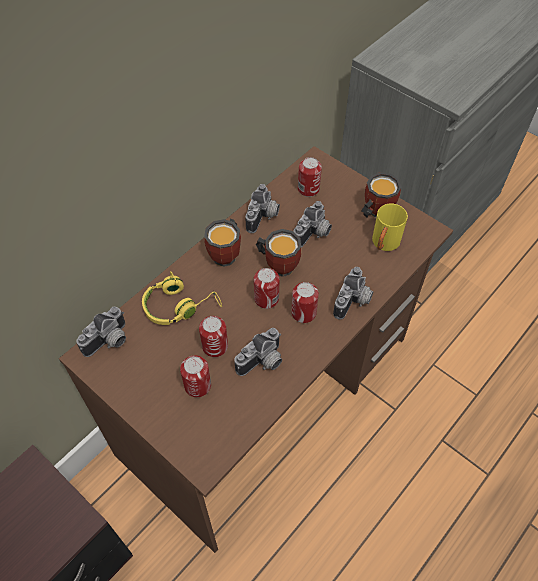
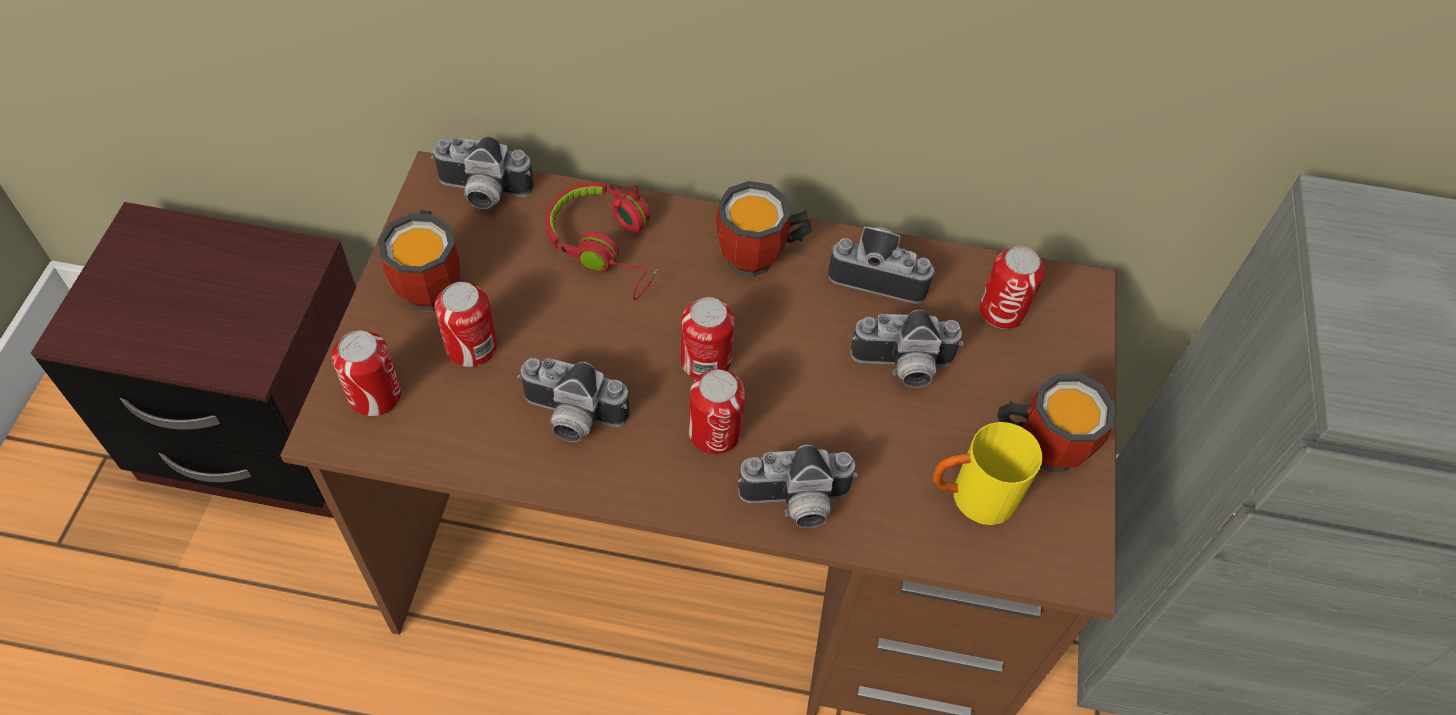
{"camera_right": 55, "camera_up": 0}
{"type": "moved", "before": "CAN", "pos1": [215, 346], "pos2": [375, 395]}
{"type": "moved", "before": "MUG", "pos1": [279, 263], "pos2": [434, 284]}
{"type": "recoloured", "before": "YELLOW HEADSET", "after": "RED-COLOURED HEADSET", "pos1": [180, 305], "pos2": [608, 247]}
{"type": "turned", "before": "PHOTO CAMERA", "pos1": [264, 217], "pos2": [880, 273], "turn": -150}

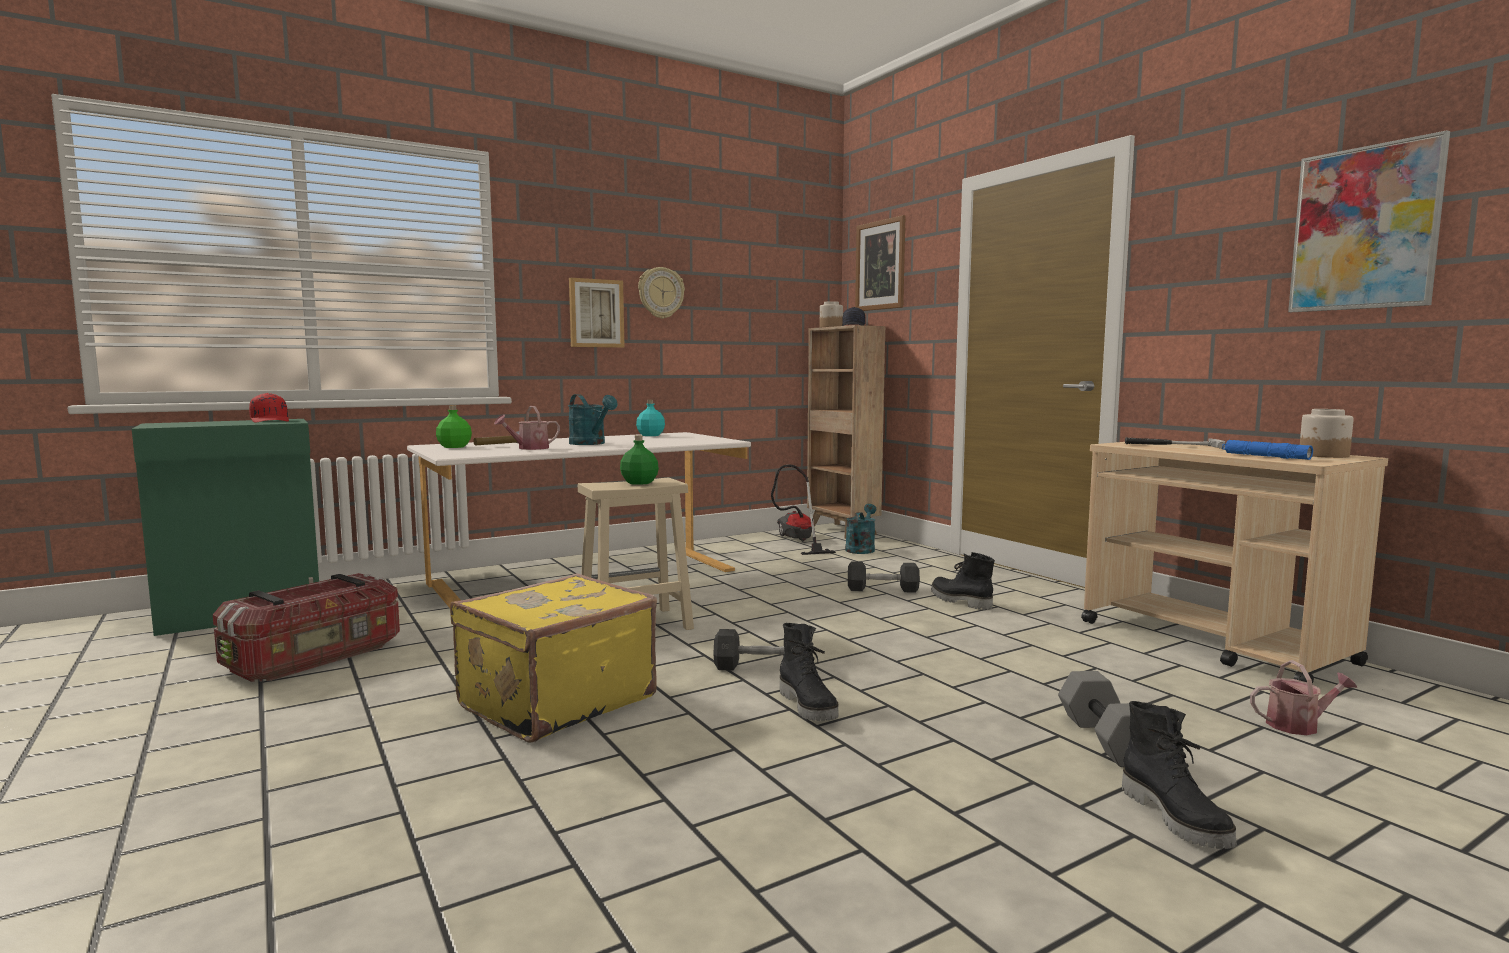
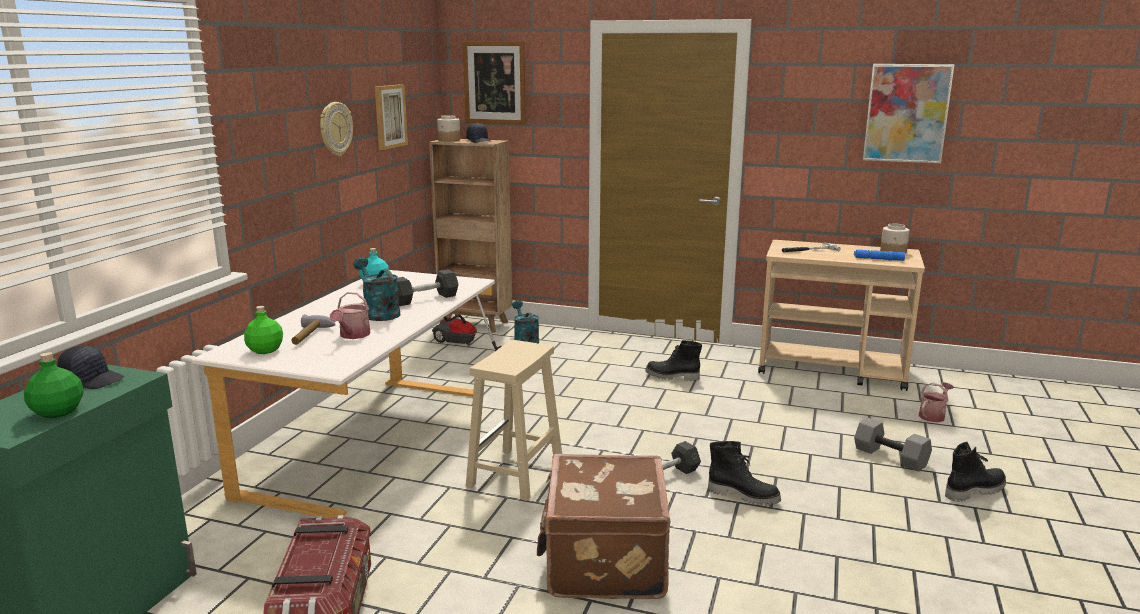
{"camera_right": -40, "camera_up": 10}
{"type": "moved", "before": "GREEN DRINK BOTTLE", "pos1": [639, 483], "pos2": [57, 412]}
{"type": "recoloured", "before": "RED-COLOURED BASEBALL CAP", "after": "BLACKISH BASEBALL CAP", "pos1": [271, 421], "pos2": [93, 379]}
{"type": "turned", "before": "TURQUOISE-COLOURED WATERING POT", "pos1": [591, 444], "pos2": [378, 313], "turn": -135}
{"type": "moved", "before": "WALL PICTURE", "pos1": [596, 313], "pos2": [389, 116]}
{"type": "moved", "before": "GREYISH HAND WEIGHT", "pos1": [882, 589], "pos2": [425, 299]}
{"type": "recoloured", "before": "YELLOW SUITCASE", "after": "BROWNISH SUITCASE", "pos1": [554, 701], "pos2": [603, 562]}
{"type": "turned", "before": "BLACKISH TALL BOOT", "pos1": [1177, 818], "pos2": [973, 490], "turn": -60}

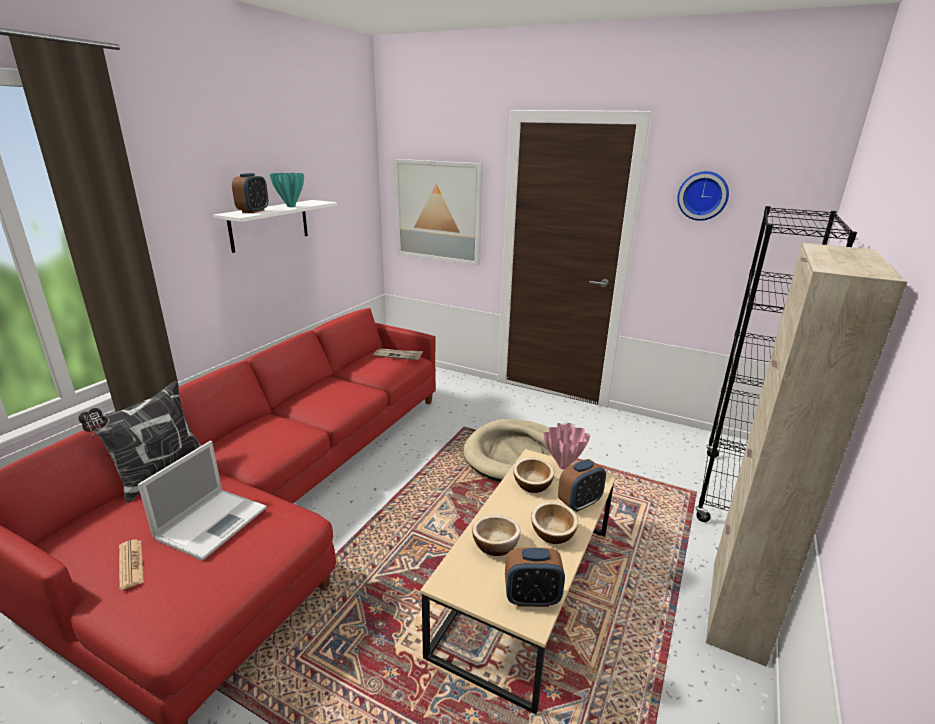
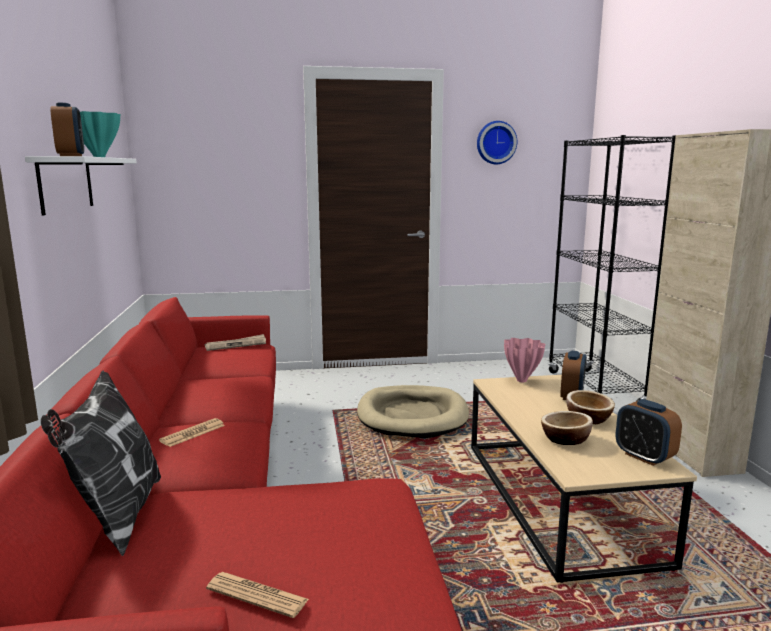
{"camera_right": -35, "camera_up": -10}
{"type": "added", "after": "NEWSPAPER", "pos2": [193, 433]}
{"type": "turned", "before": "BEDSIDE CLOCK", "pos1": [532, 598], "pos2": [644, 457], "turn": 90}
{"type": "removed", "before": "LAPTOP", "pos1": [213, 522]}
{"type": "removed", "before": "WALL PICTURE", "pos1": [438, 211]}
{"type": "removed", "before": "SERVING BOWL", "pos1": [532, 485]}

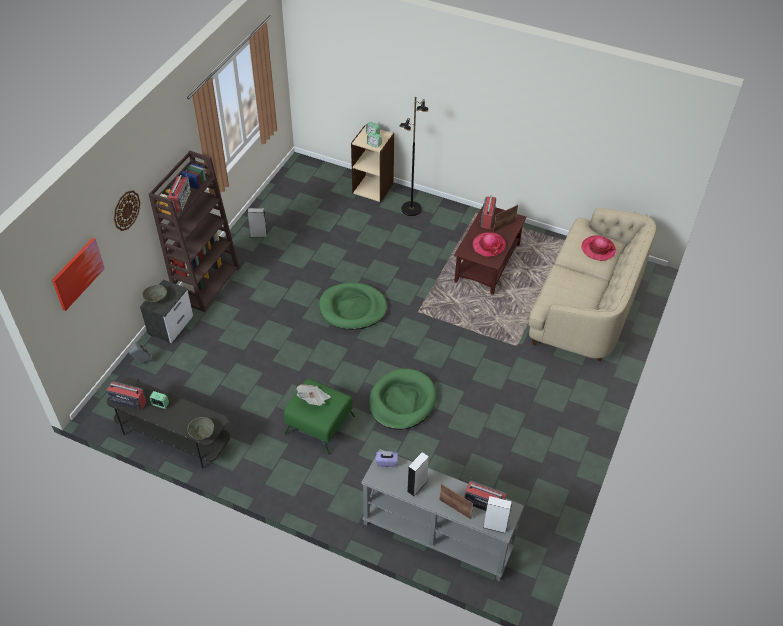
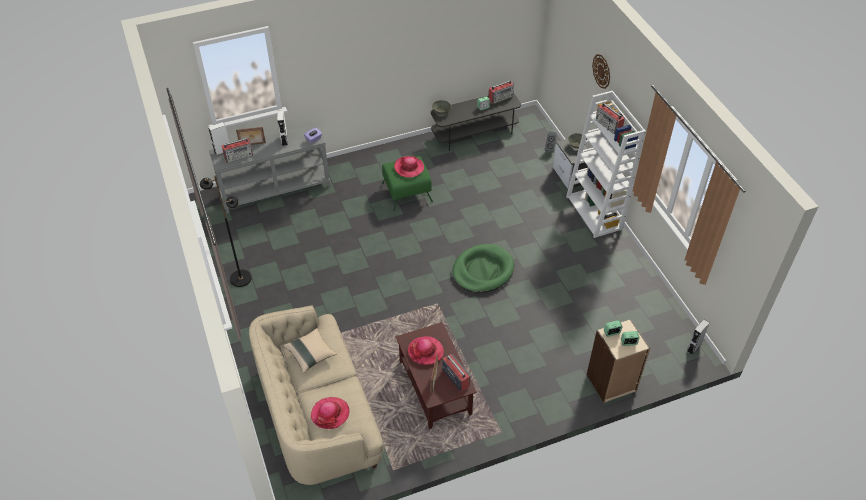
{"camera_right": 135, "camera_up": 0}
{"type": "moved", "before": "BLACKISH STANDARD LAMP", "pos1": [411, 209], "pos2": [240, 278]}
{"type": "added", "after": "BEIGE CUSHION", "pos2": [311, 355]}
{"type": "replaced", "before": "NEWSPAPER", "after": "CLOTHING HAT", "pos1": [313, 400], "pos2": [409, 168]}
{"type": "recoloured", "before": "BROWNISH BOOKCASE", "after": "WHITISH BOOKCASE", "pos1": [207, 283], "pos2": [594, 213]}
{"type": "moved", "before": "GREYISH AUDIO SPEAKER", "pos1": [258, 235], "pos2": [694, 347]}
{"type": "removed", "before": "WALL PICTURE", "pos1": [77, 273]}
{"type": "removed", "before": "GREEN PET BED", "pos1": [402, 401]}

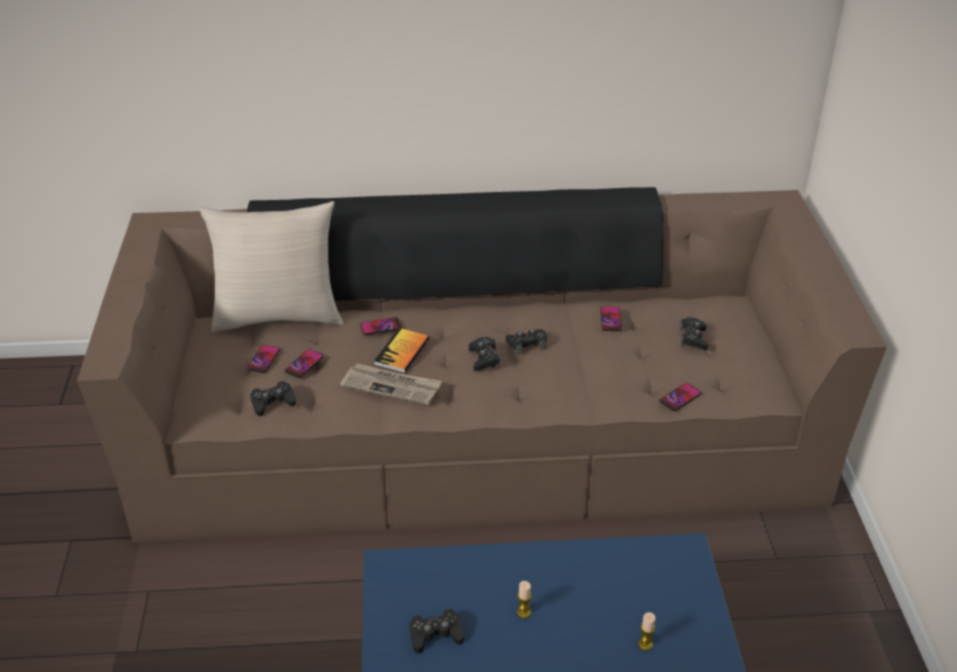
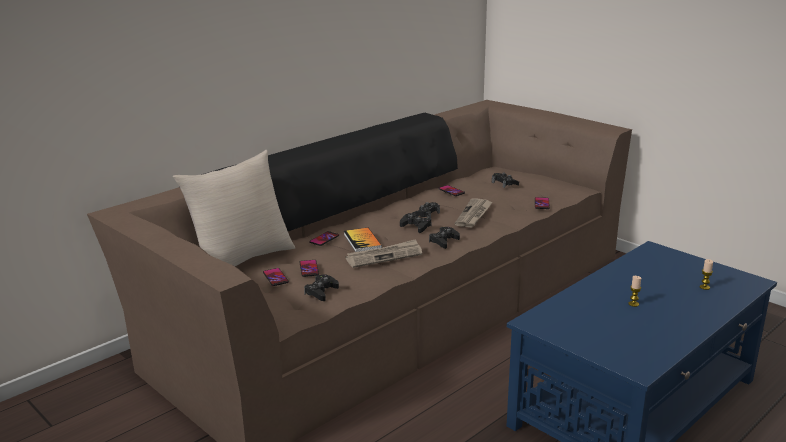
{"camera_right": -40, "camera_up": -15}
{"type": "moved", "before": "BLACKISH GAMEPAD", "pos1": [435, 635], "pos2": [444, 241]}
{"type": "added", "after": "NEWSPAPER", "pos2": [474, 215]}

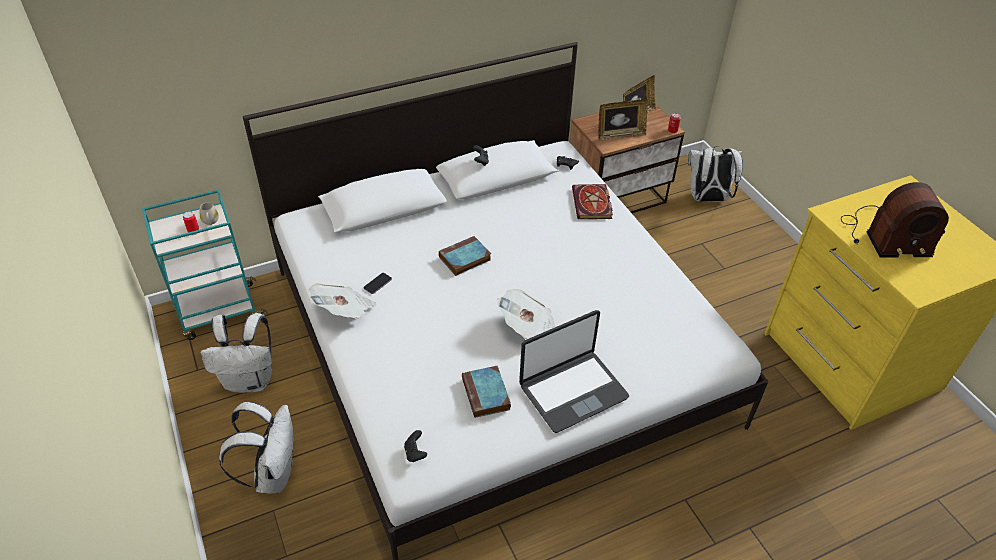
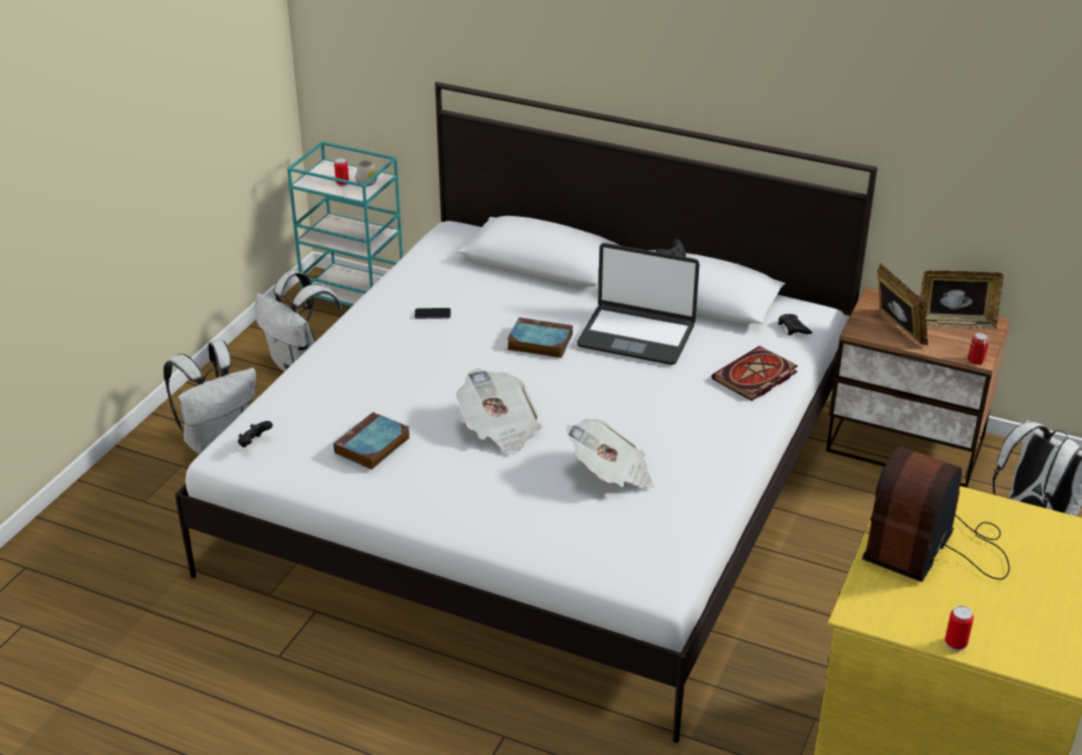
{"camera_right": 50, "camera_up": -10}
{"type": "moved", "before": "NEWSPAPER", "pos1": [344, 311], "pos2": [611, 474]}
{"type": "moved", "before": "LAPTOP", "pos1": [572, 391], "pos2": [636, 335]}
{"type": "turned", "before": "RADIO RECEIVER", "pos1": [883, 236], "pos2": [934, 547], "turn": 75}
{"type": "turned", "before": "PHOTO FRAME", "pos1": [620, 135], "pos2": [896, 330], "turn": -150}
{"type": "added", "after": "CAN", "pos2": [955, 643]}

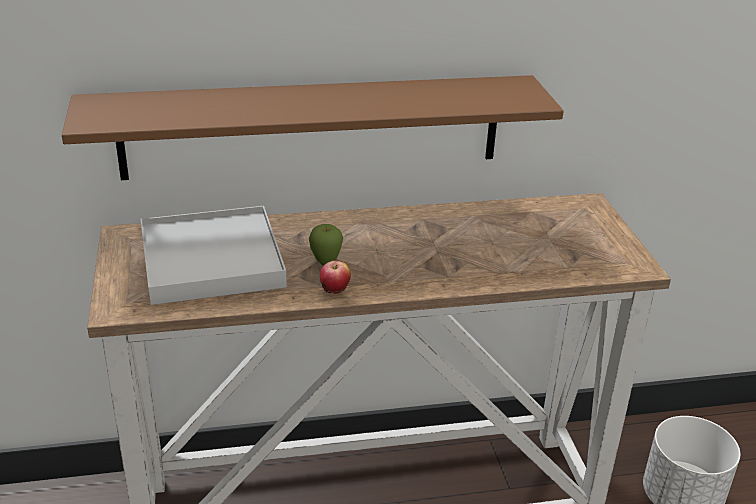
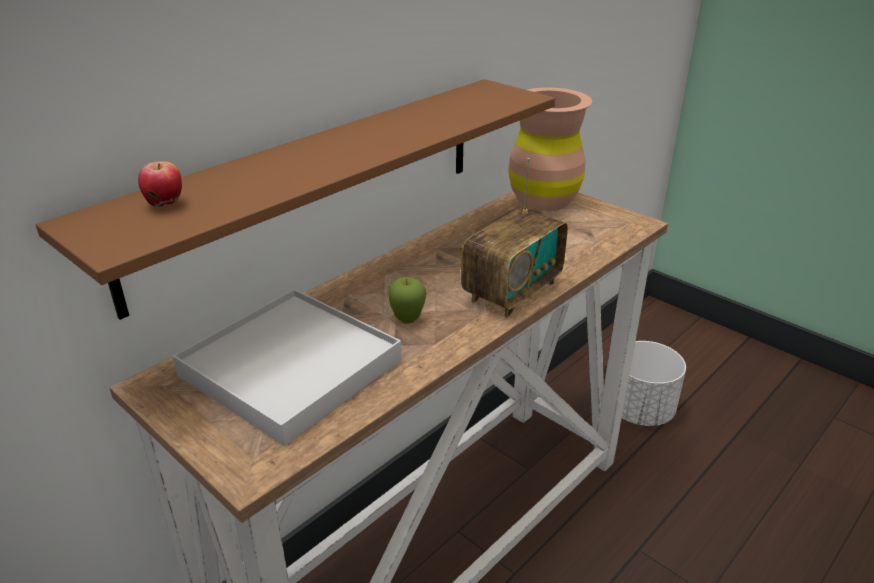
{"camera_right": -35, "camera_up": 0}
{"type": "moved", "before": "APPLE FRUIT", "pos1": [335, 292], "pos2": [166, 205]}
{"type": "added", "after": "RADIO RECEIVER", "pos2": [512, 291]}
{"type": "added", "after": "BROWNISH DECORATIVE VASE", "pos2": [544, 199]}

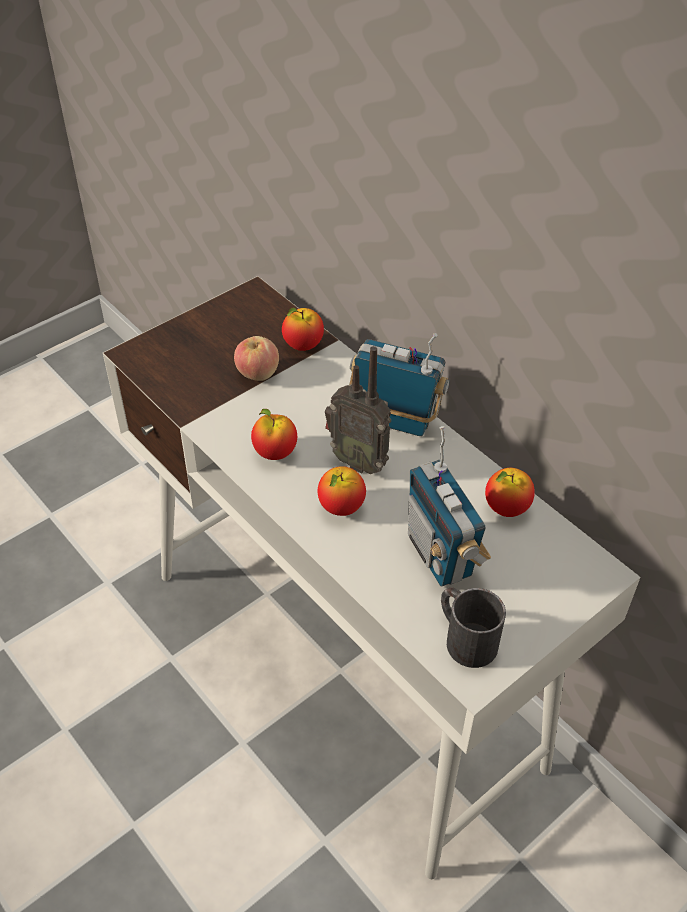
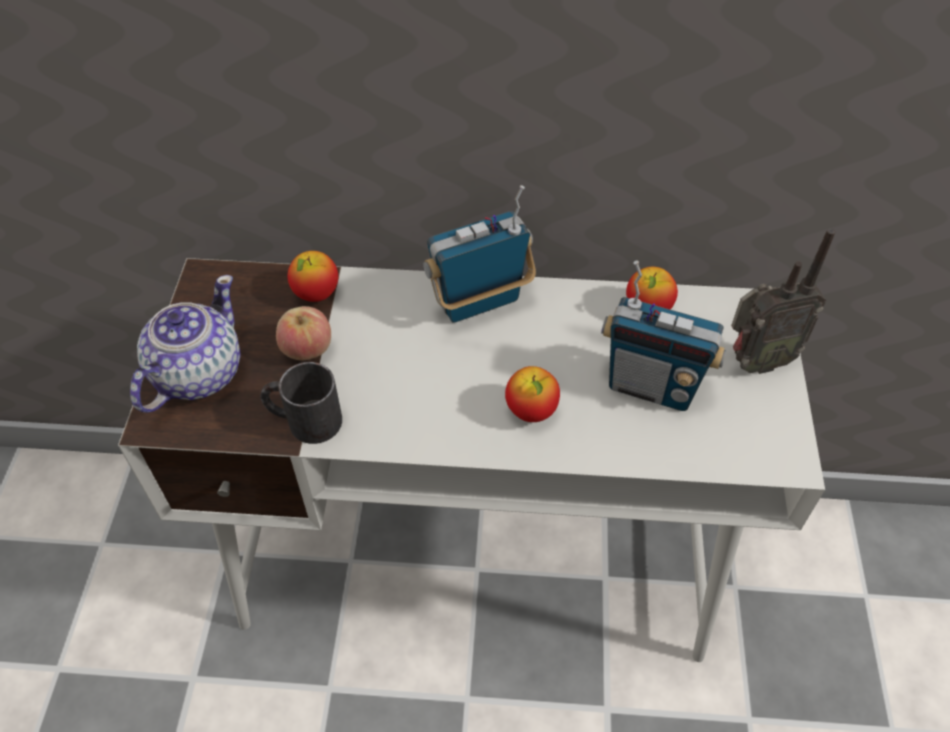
{"camera_right": -45, "camera_up": 5}
{"type": "added", "after": "TEA POT", "pos2": [196, 374]}
{"type": "moved", "before": "BLACKISH MUG", "pos1": [464, 637], "pos2": [304, 420]}
{"type": "moved", "before": "RADIO RECEIVER", "pos1": [359, 460], "pos2": [755, 361]}
{"type": "removed", "before": "APPLE FRUIT", "pos1": [275, 452]}

